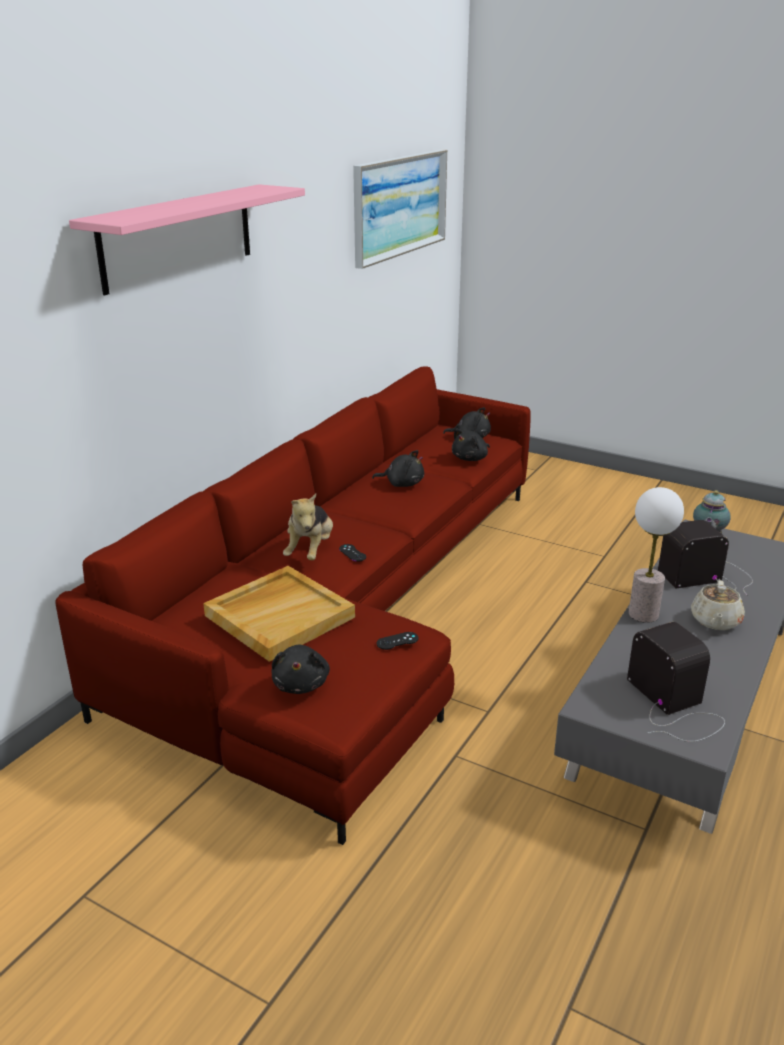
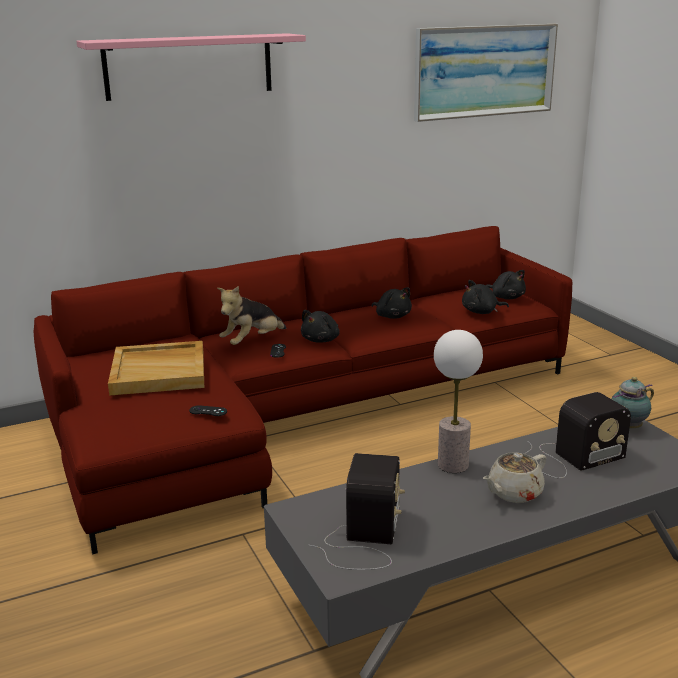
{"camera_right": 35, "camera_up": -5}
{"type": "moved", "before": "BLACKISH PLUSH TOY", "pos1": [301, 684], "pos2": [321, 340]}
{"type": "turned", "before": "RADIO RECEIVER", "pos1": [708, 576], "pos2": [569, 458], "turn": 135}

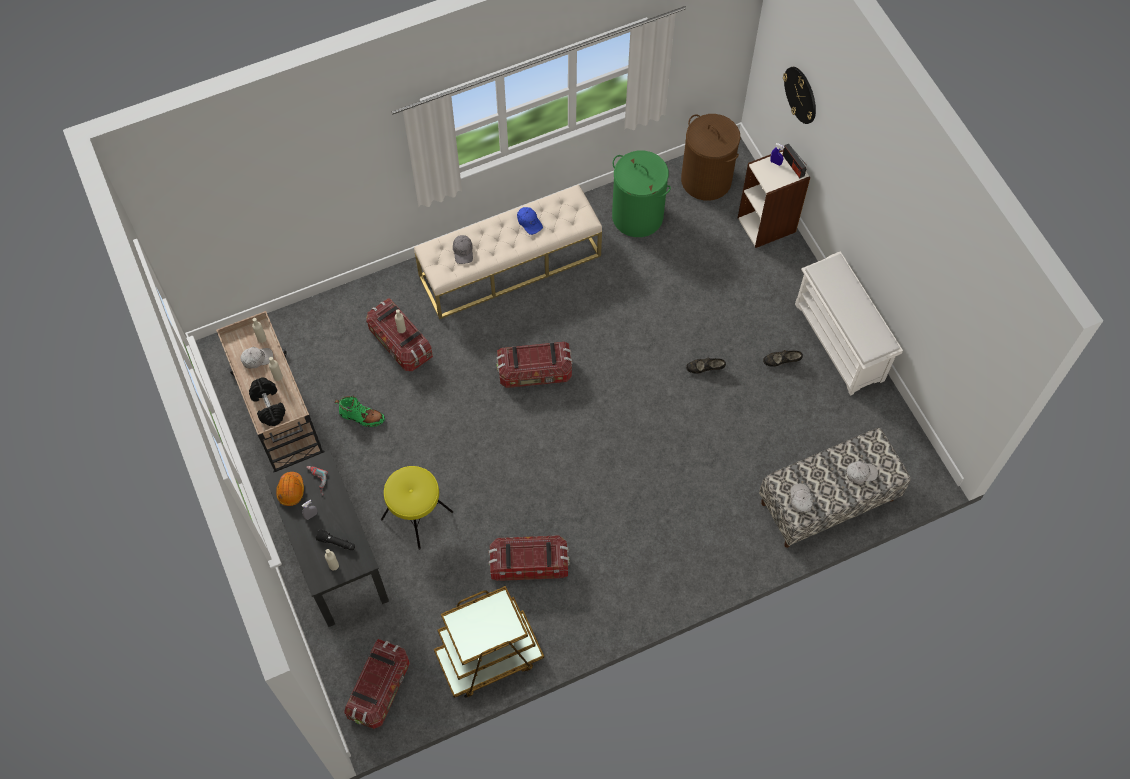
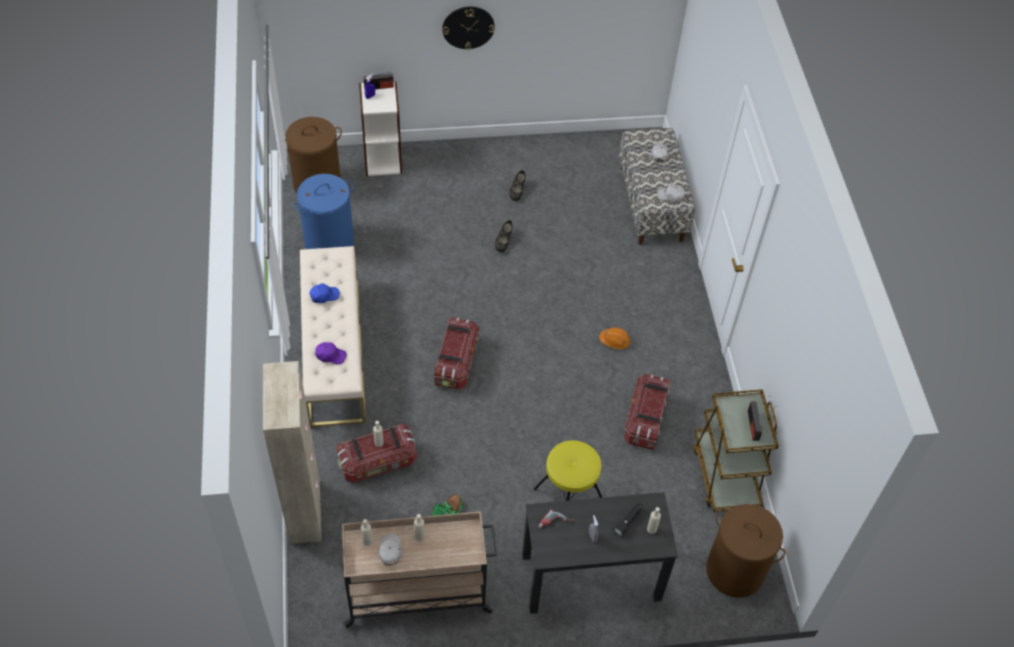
{"camera_right": -75, "camera_up": -10}
{"type": "added", "after": "BEIGE STORAGE CABINET", "pos2": [305, 511]}
{"type": "recoloured", "before": "GREEN HAMPER", "after": "BLUE-COLOURED HAMPER", "pos1": [637, 216], "pos2": [329, 241]}
{"type": "recoloured", "before": "GREYISH BASEBALL CAP", "after": "PURPLE BASEBALL CAP", "pos1": [463, 251], "pos2": [330, 355]}
{"type": "moved", "before": "CLOCK ON THE WALL", "pos1": [800, 95], "pos2": [468, 27]}
{"type": "moved", "before": "ORANGEY HARD HAT", "pos1": [291, 491], "pos2": [614, 341]}
{"type": "replaced", "before": "STORAGE BOX", "after": "BROWNISH HAMPER", "pos1": [380, 689], "pos2": [734, 570]}
{"type": "added", "after": "RADIO RECEIVER", "pos2": [753, 425]}
{"type": "removed", "before": "BLACKISH HAND WEIGHT", "pos1": [269, 406]}
{"type": "removed", "before": "WHITISH SHOE SHELF", "pos1": [840, 342]}

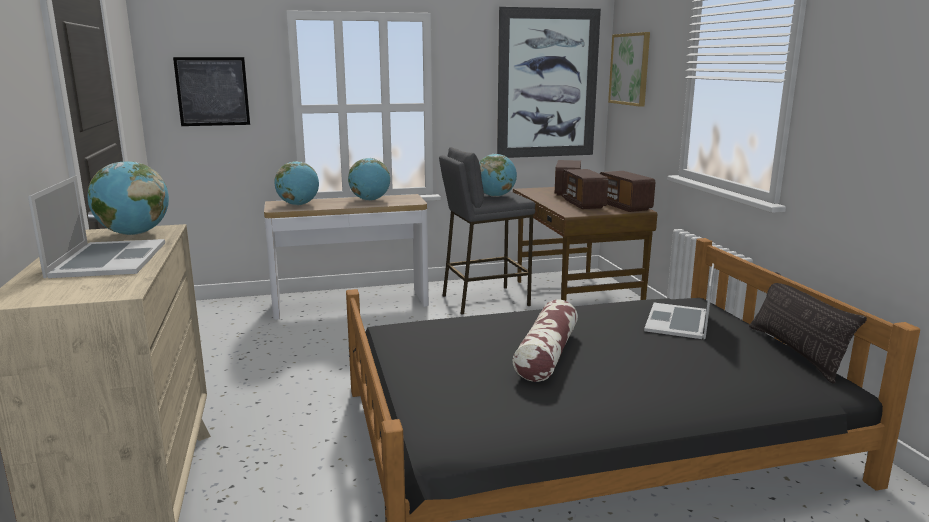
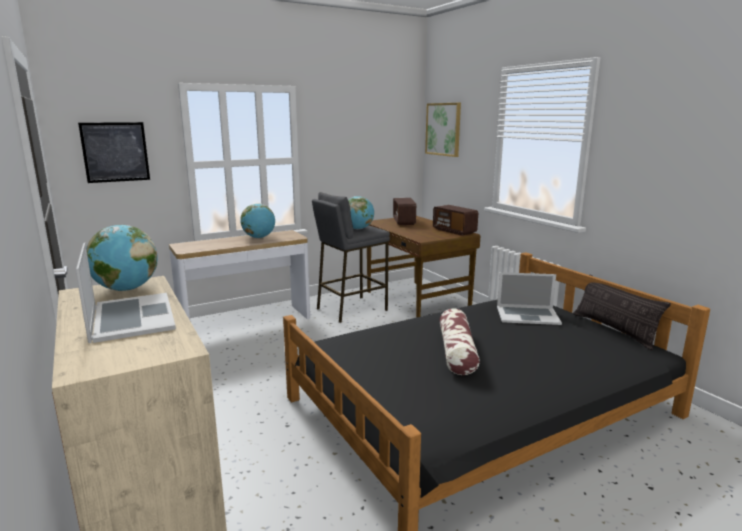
{"camera_right": -15, "camera_up": 0}
{"type": "turned", "before": "LAPTOP", "pos1": [678, 321], "pos2": [527, 315], "turn": -90}
{"type": "removed", "before": "GLOBE", "pos1": [298, 205]}
{"type": "removed", "before": "WALL PICTURE", "pos1": [547, 84]}
{"type": "removed", "before": "RADIO RECEIVER", "pos1": [583, 204]}

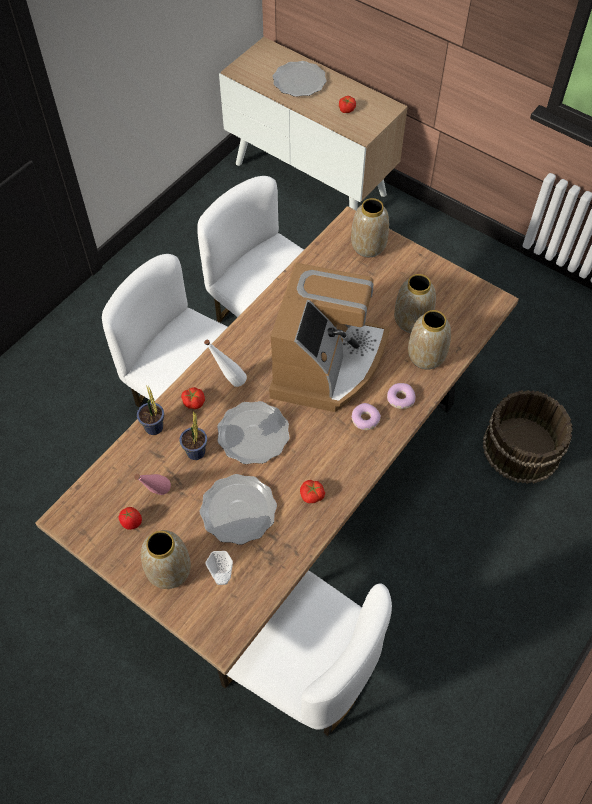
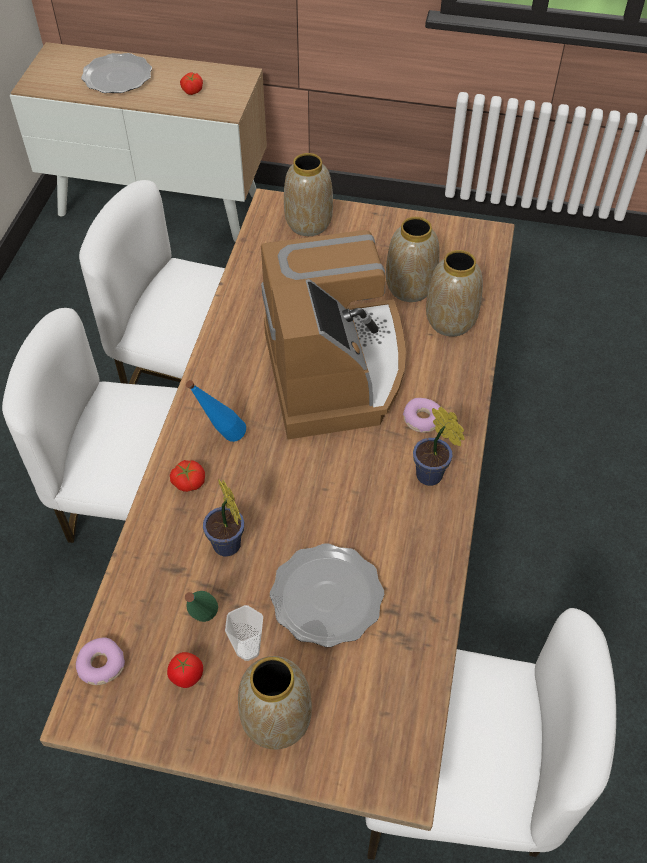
{"camera_right": -25, "camera_up": -5}
{"type": "moved", "before": "RING DOUGHNUT", "pos1": [400, 398], "pos2": [101, 665]}
{"type": "recoloured", "before": "PINKISH DRINK BOTTLE", "after": "GREEN DRINK BOTTLE", "pos1": [157, 496], "pos2": [203, 625]}
{"type": "recoloured", "before": "WHITISH DRINK BOTTLE", "after": "BLUE-COLOURED DRINK BOTTLE", "pos1": [228, 381], "pos2": [221, 438]}
{"type": "moved", "before": "CUP", "pos1": [222, 577], "pos2": [248, 649]}
{"type": "moved", "before": "POTTED PLANT", "pos1": [154, 429], "pos2": [432, 477]}
{"type": "removed", "before": "FLAT DISH", "pos1": [253, 434]}
{"type": "removed", "before": "TOMATO", "pos1": [312, 495]}
{"type": "removed", "before": "BROWNISH BUCKET", "pos1": [520, 448]}

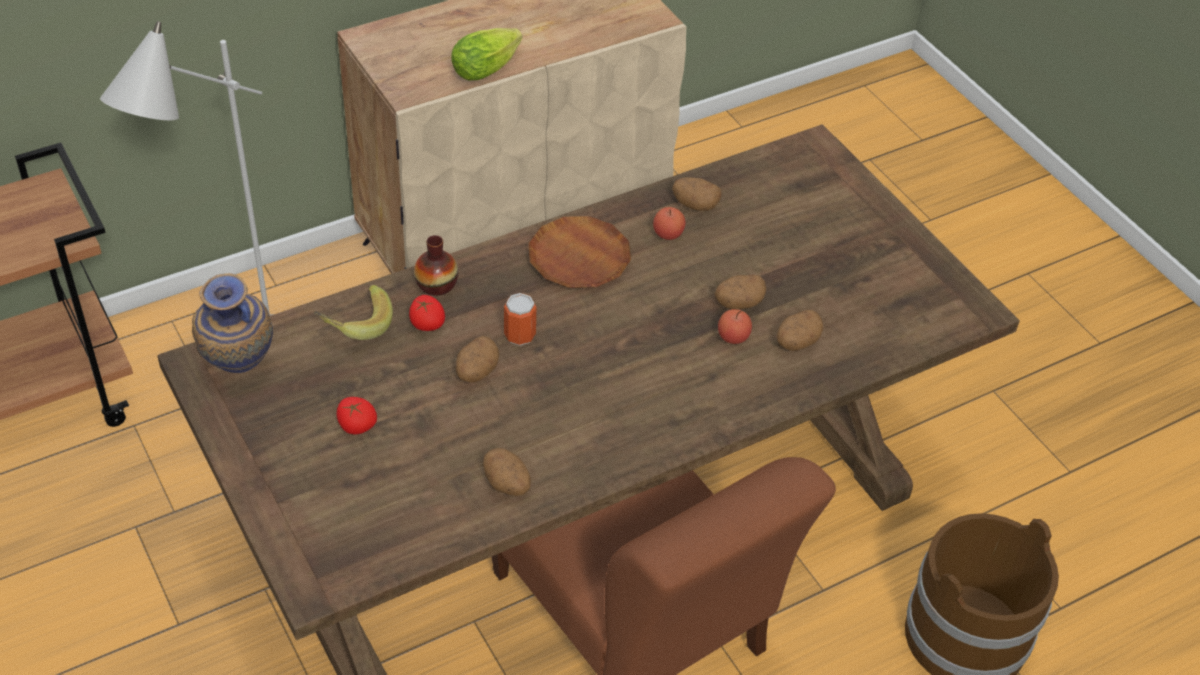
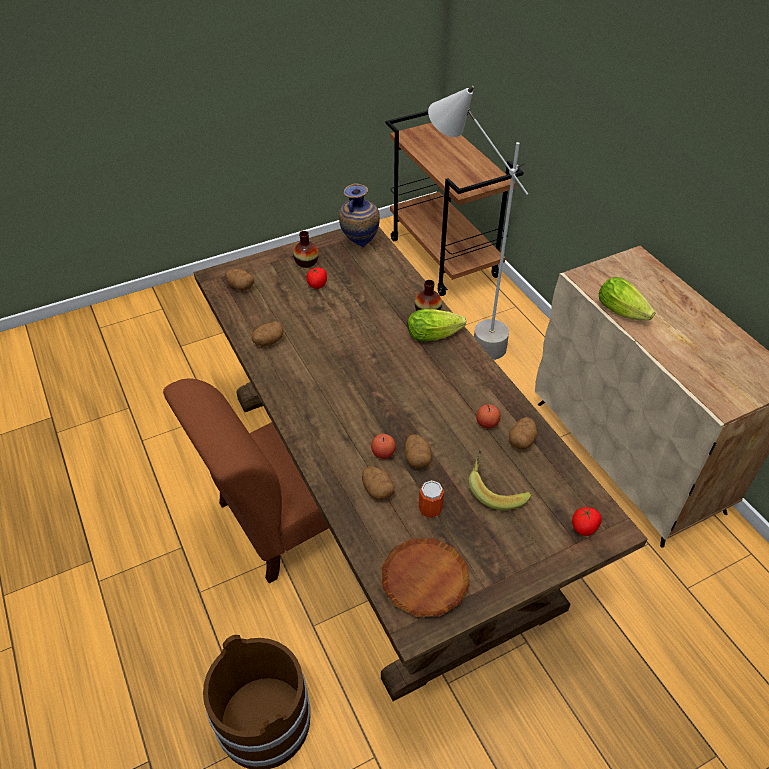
{"camera_right": 95, "camera_up": 0}
{"type": "moved", "before": "SPUD", "pos1": [476, 372], "pos2": [240, 286]}
{"type": "added", "after": "DECORATIVE VASE", "pos2": [306, 262]}
{"type": "moved", "before": "BROWNISH FLAT DISH", "pos1": [579, 258], "pos2": [424, 580]}
{"type": "added", "after": "HEAD OF LETTUCE", "pos2": [436, 334]}
{"type": "moved", "before": "CAN", "pos1": [519, 335], "pos2": [430, 509]}
{"type": "moved", "before": "BANANA FRUIT", "pos1": [354, 324], "pos2": [496, 489]}
{"type": "moved", "before": "TOMATO", "pos1": [427, 324], "pos2": [584, 527]}

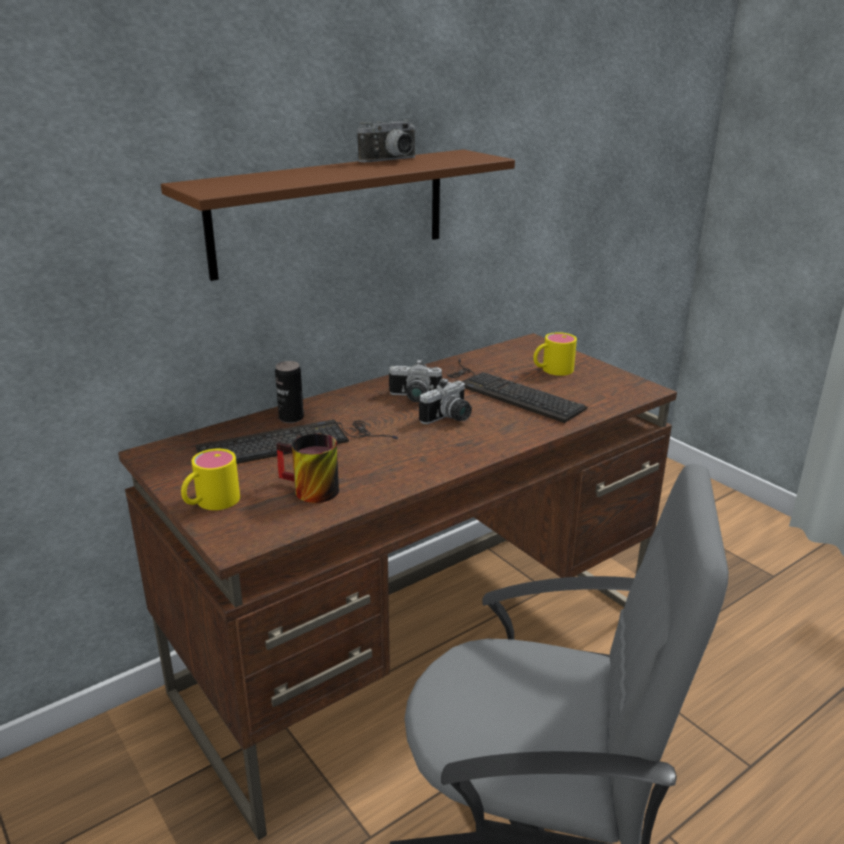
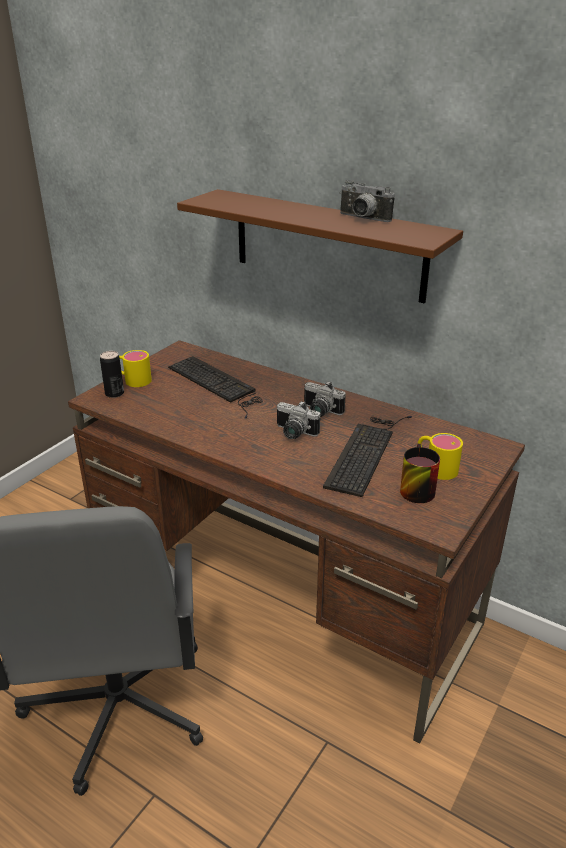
{"camera_right": 70, "camera_up": 5}
{"type": "moved", "before": "CAN", "pos1": [291, 418], "pos2": [114, 393]}
{"type": "turned", "before": "PHOTO CAMERA", "pos1": [414, 398], "pos2": [320, 412], "turn": -45}
{"type": "moved", "before": "MUG", "pos1": [307, 491], "pos2": [413, 488]}

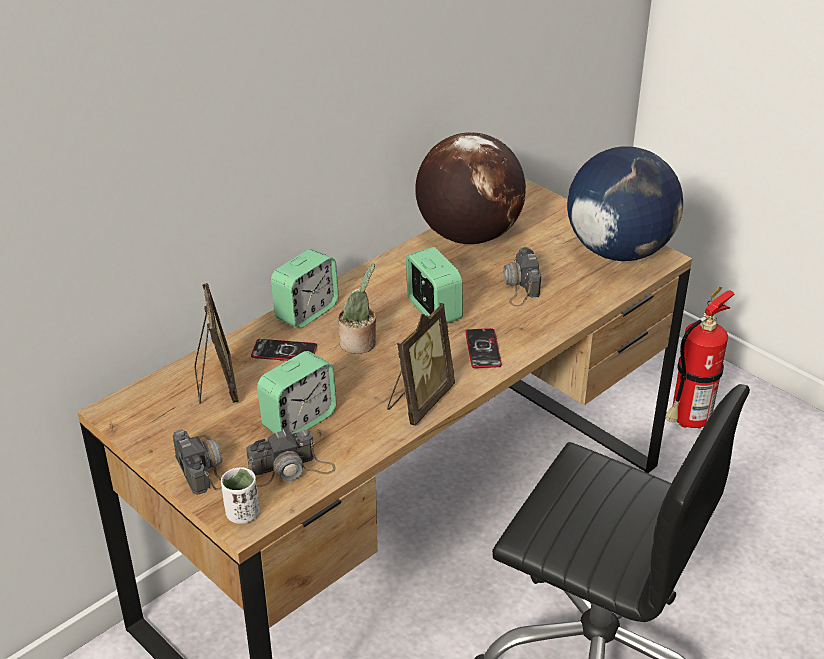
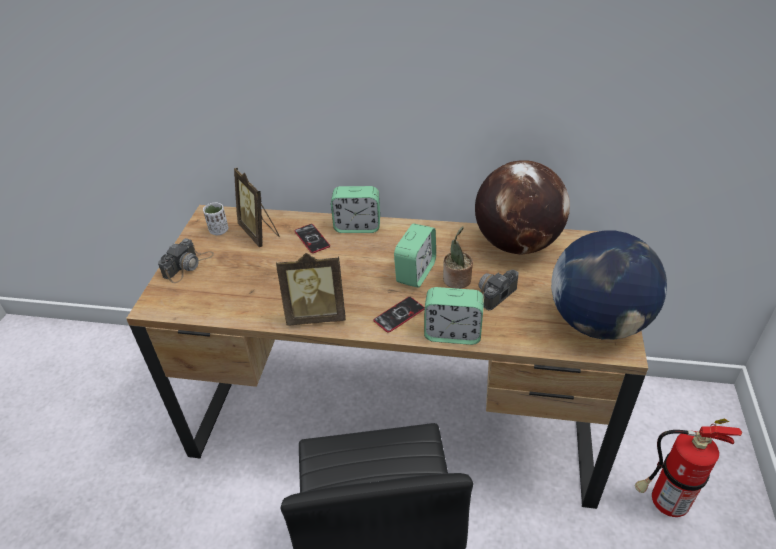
{"camera_right": 55, "camera_up": 5}
{"type": "moved", "before": "WHITISH CUP", "pos1": [242, 514], "pos2": [219, 231]}
{"type": "turned", "before": "PHOTO FRAME", "pos1": [216, 384], "pos2": [260, 233], "turn": 105}
{"type": "moved", "before": "BEDSIDE CLOCK", "pos1": [299, 421], "pos2": [452, 333]}
{"type": "moved", "before": "POTTED PLANT", "pos1": [359, 344], "pos2": [457, 281]}
{"type": "removed", "before": "PHOTO CAMERA", "pos1": [291, 469]}

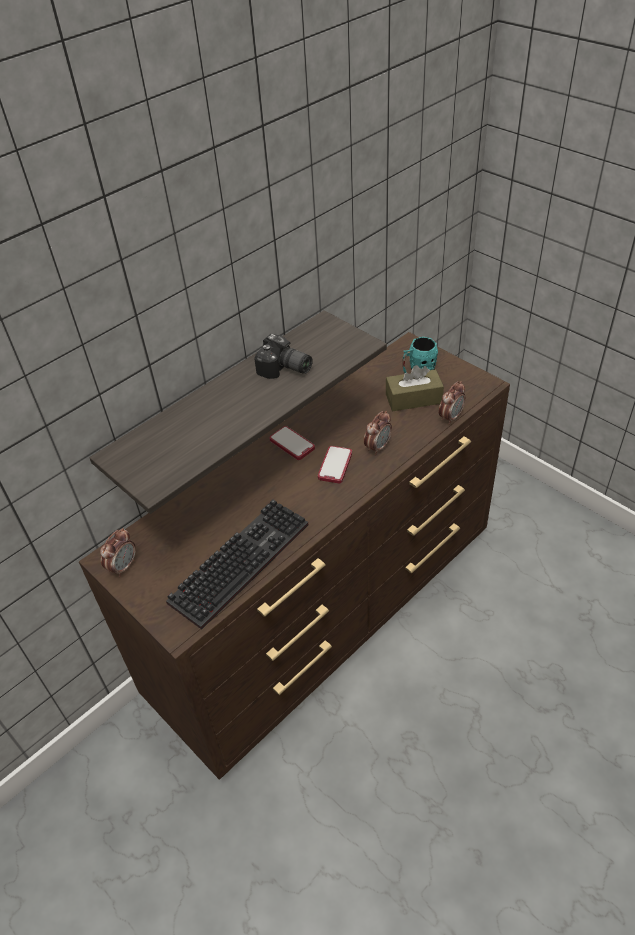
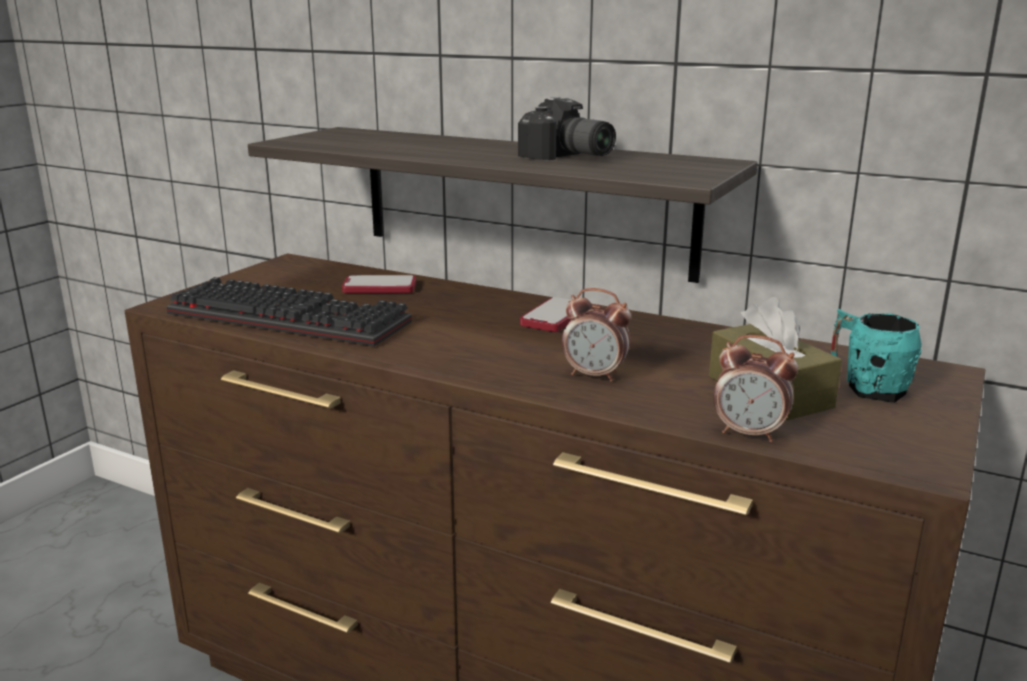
{"camera_right": 70, "camera_up": -25}
{"type": "moved", "before": "TELEPHONE", "pos1": [335, 465], "pos2": [379, 287]}
{"type": "turned", "before": "PHOTO CAMERA", "pos1": [285, 370], "pos2": [566, 157], "turn": -60}
{"type": "removed", "before": "BEDSIDE CLOCK", "pos1": [123, 566]}

